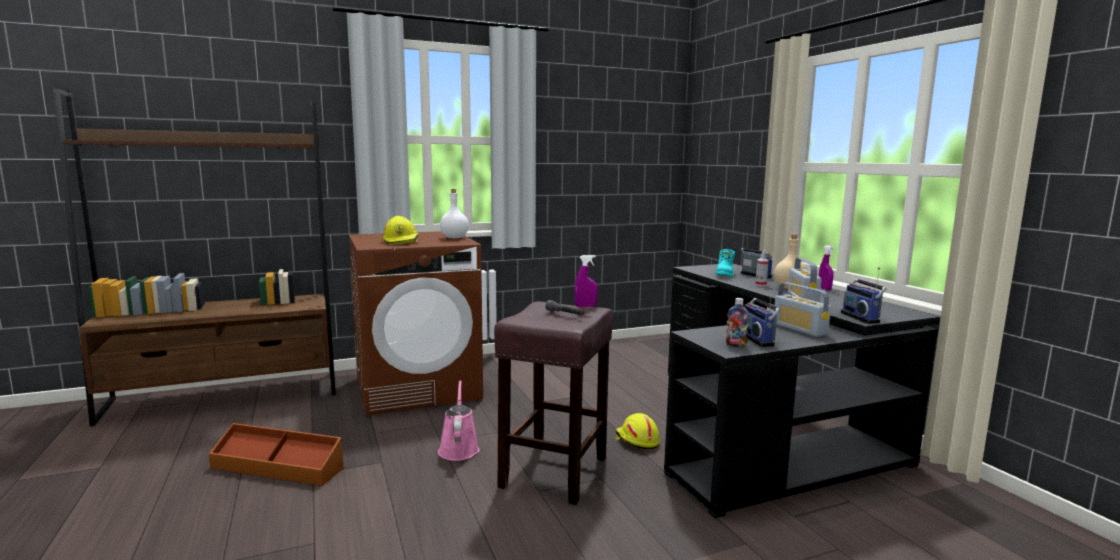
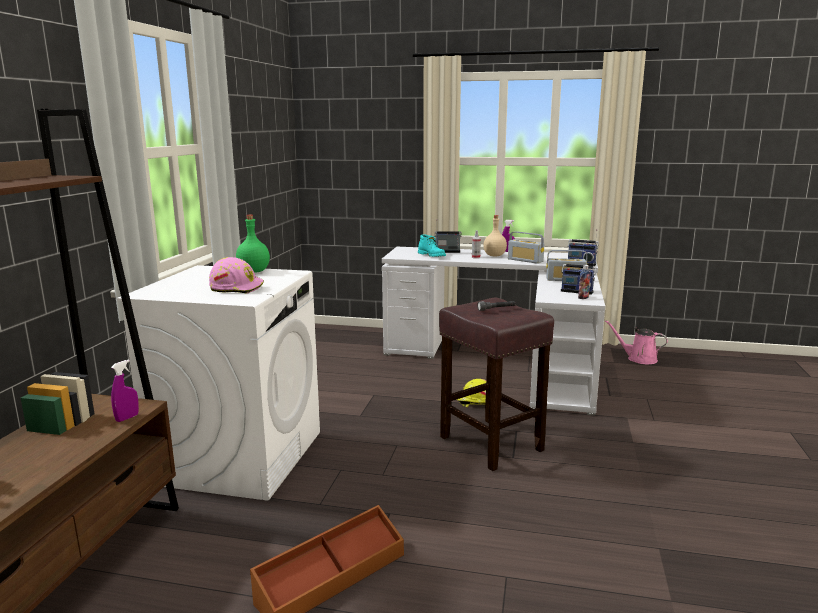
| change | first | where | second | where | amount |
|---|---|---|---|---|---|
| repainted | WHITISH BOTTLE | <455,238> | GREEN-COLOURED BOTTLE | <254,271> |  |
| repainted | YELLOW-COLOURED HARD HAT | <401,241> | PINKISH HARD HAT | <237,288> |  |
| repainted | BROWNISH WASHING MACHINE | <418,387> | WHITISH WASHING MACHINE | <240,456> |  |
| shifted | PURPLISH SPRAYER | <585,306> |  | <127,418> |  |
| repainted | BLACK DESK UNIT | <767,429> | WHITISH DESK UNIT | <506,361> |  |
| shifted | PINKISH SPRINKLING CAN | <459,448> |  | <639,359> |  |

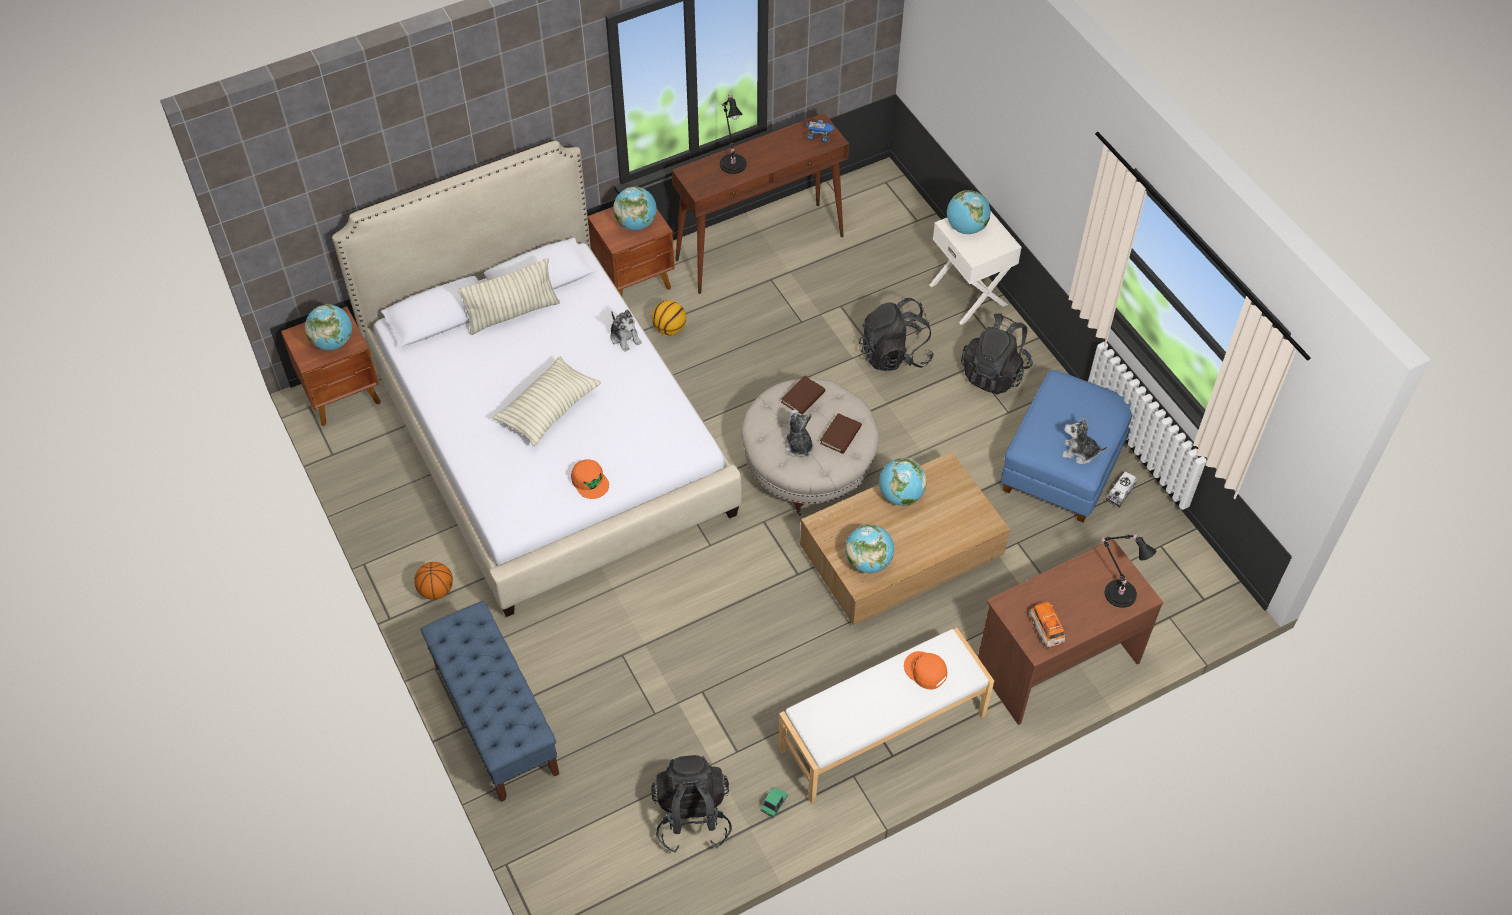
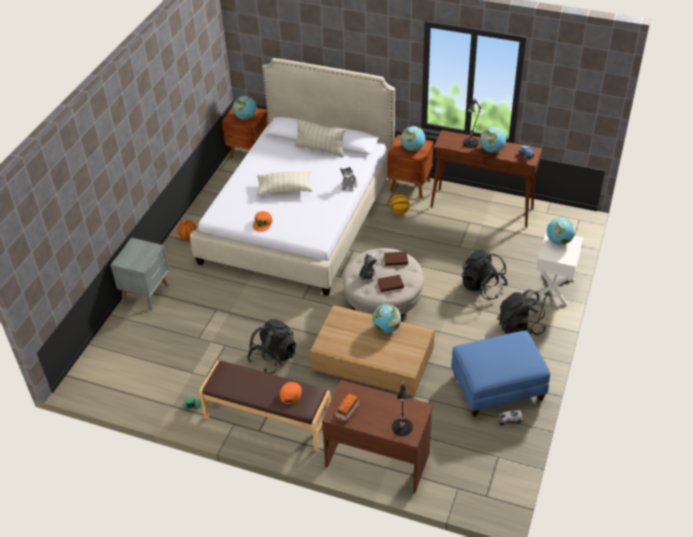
| change | first | where | second | where | amount |
|---|---|---|---|---|---|
| gone | SOFT TOY | <1079,452> |  |  |  |
| shifted | WORLD GLOBE | <868,562> |  | <492,150> |  |
| swapped | BLUISH INDOOR BENCH | <495,718> | GRAY NIGHT TABLE | <146,294> |  |
| repainted | WHITISH INDOOR BENCH | <883,733> | BROWNISH INDOOR BENCH | <267,419> |  |
| shifted | BLACK RUCKSACK | <692,816> |  | <273,358> |  |

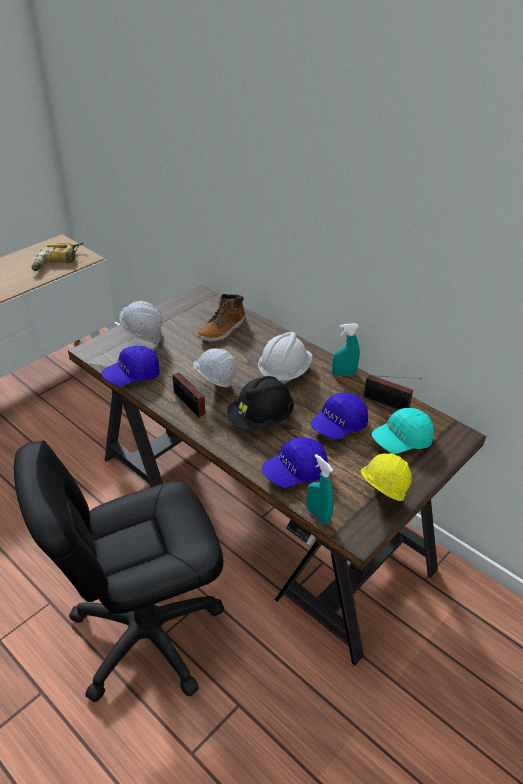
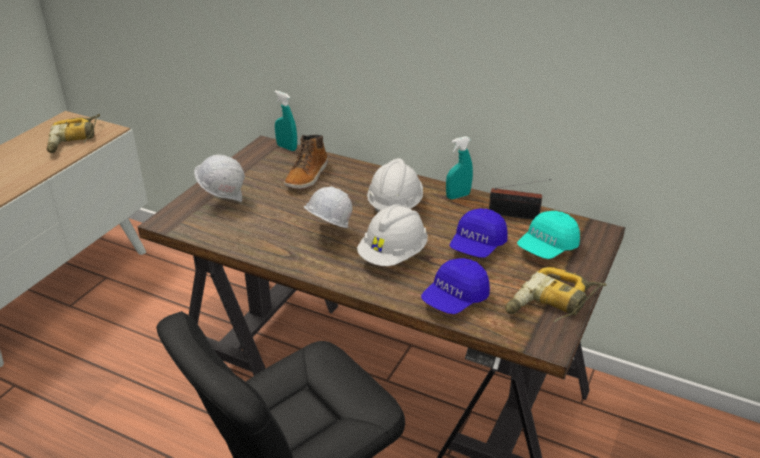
| change | first | where | second | where | amount |
|---|---|---|---|---|---|
| gone | BLUISH PEAKED CAP | <132,376> |  |  |  |
| gone | RADIO SET | <190,405> |  |  |  |
| repainted | BLACK HARD HAT | <261,419> | WHITISH HARD HAT | <393,255> |  |
| swapped | YELLOW-COLOURED HARD HAT | <379,498> | POWER DRILL | <552,305> |  |
| shifted | TURQUOISE-COLOURED SPRAYER | <318,515> |  | <287,147> |  |

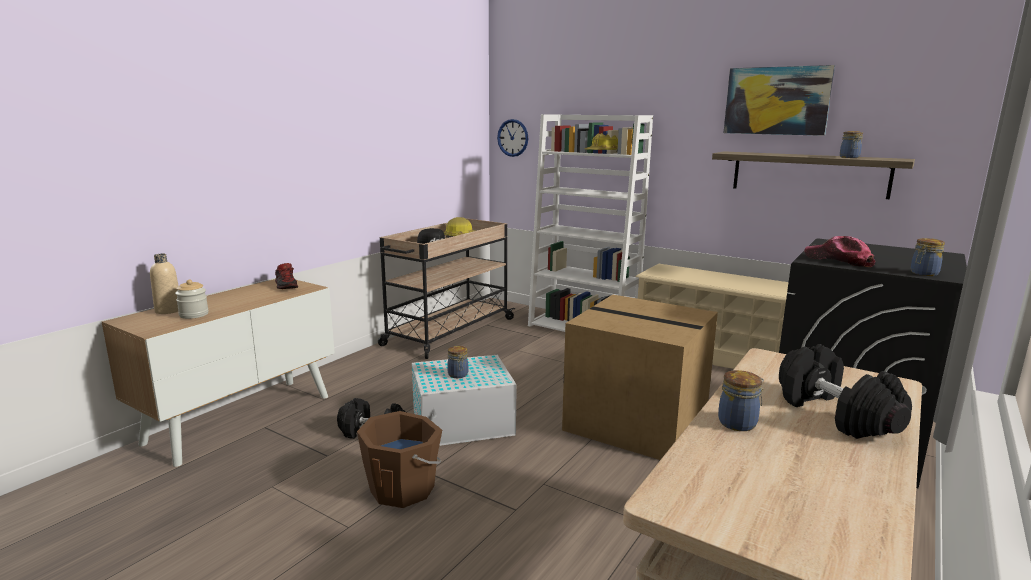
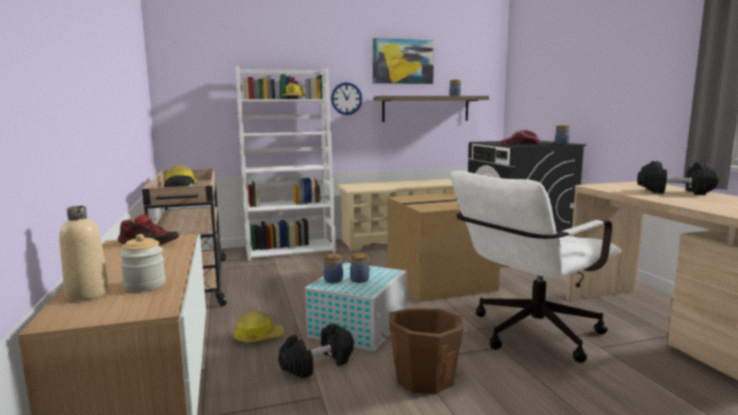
| change | first | where | second | where | amount |
|---|---|---|---|---|---|
| shifted | CLOCK ON THE WALL | <513,138> |  | <346,98> |  |
| shifted | STORAGE JAR | <739,423> |  | <334,280> |  |
| new |  |  | WHITISH DESK CHAIR | <528,335> |  |
| new |  |  | HARD HAT | <258,337> |  |

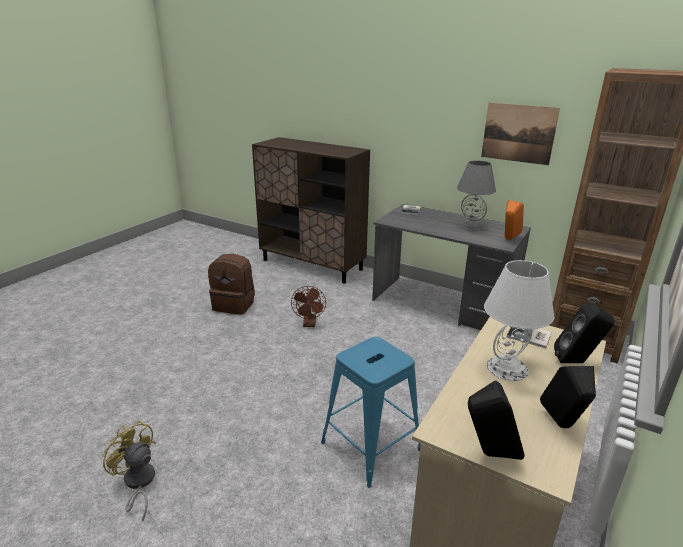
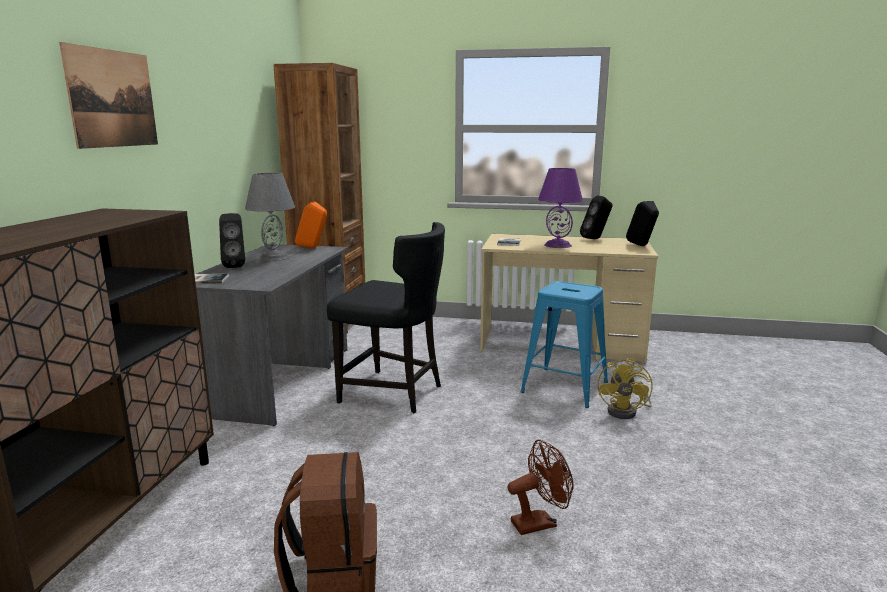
| change | first | where | second | where | amount |
|---|---|---|---|---|---|
| shifted | WALL ART | <518,133> |  | <113,98> |  |
| repainted | WHITISH TABLETOP LAMP | <507,368> | PURPLISH TABLETOP LAMP | <558,245> |  |
| shifted | BROWNISH COOLING FAN | <309,324> |  | <539,522> |  |
| shifted | BLACK AUDIO SPEAKER | <577,362> |  | <235,266> |  |
| shifted | YELLOW-COLOURED COOLING FAN | <138,484> |  | <627,412> |  |
| new |  |  | BLACK PLAIN CHAIR | <393,393> |  |

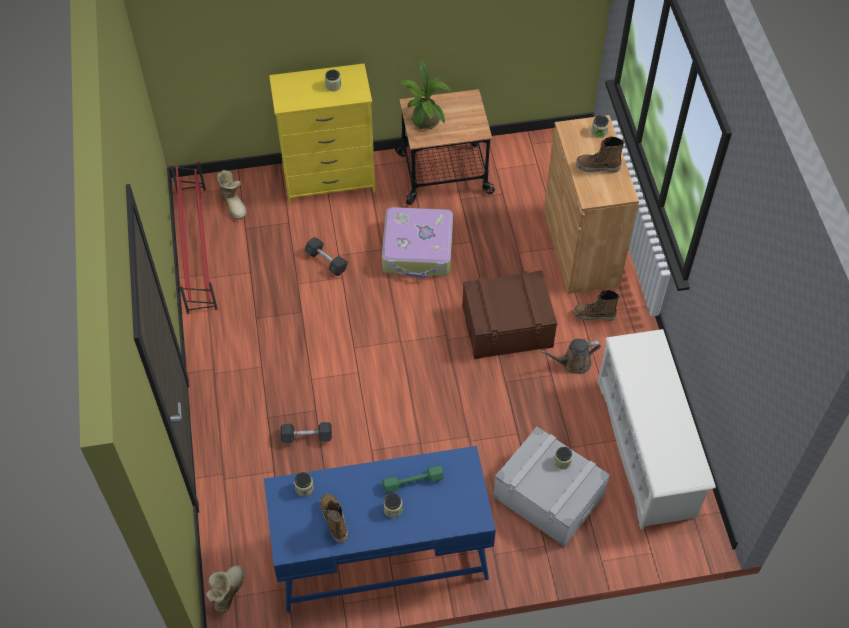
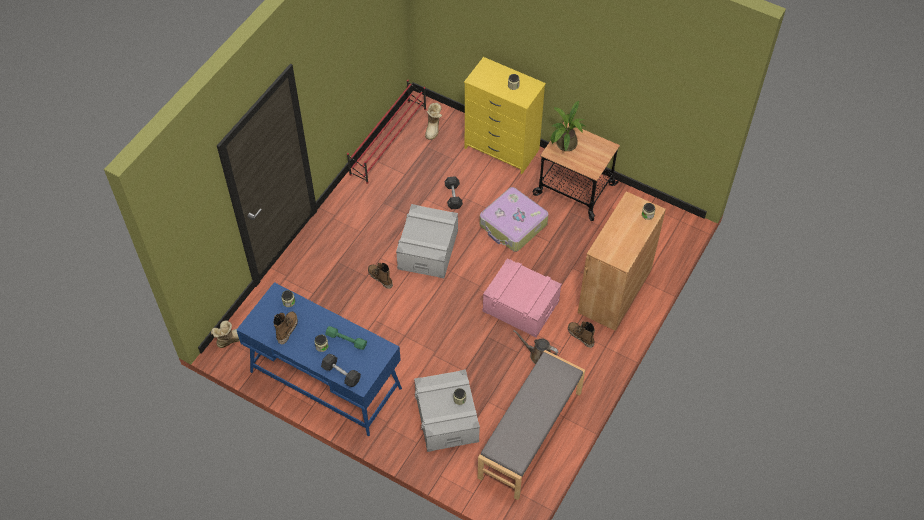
| change | first | where | second | where | amount |
|---|---|---|---|---|---|
| shifted | TALL BOOT | <597,167> |  | <380,278> |  |
| repainted | BROWNISH STORAGE BIN | <507,326> | PINKISH STORAGE BIN | <521,306> |  |
| swapped | WHITISH SHOE STAND | <646,449> | GRAY INDOOR BENCH | <531,435> |  |
| shifted | GRAY DUMBBELL | <307,437> |  | <341,374> |  |
| new |  |  | GRAY STORAGE BIN | <428,250> |  |

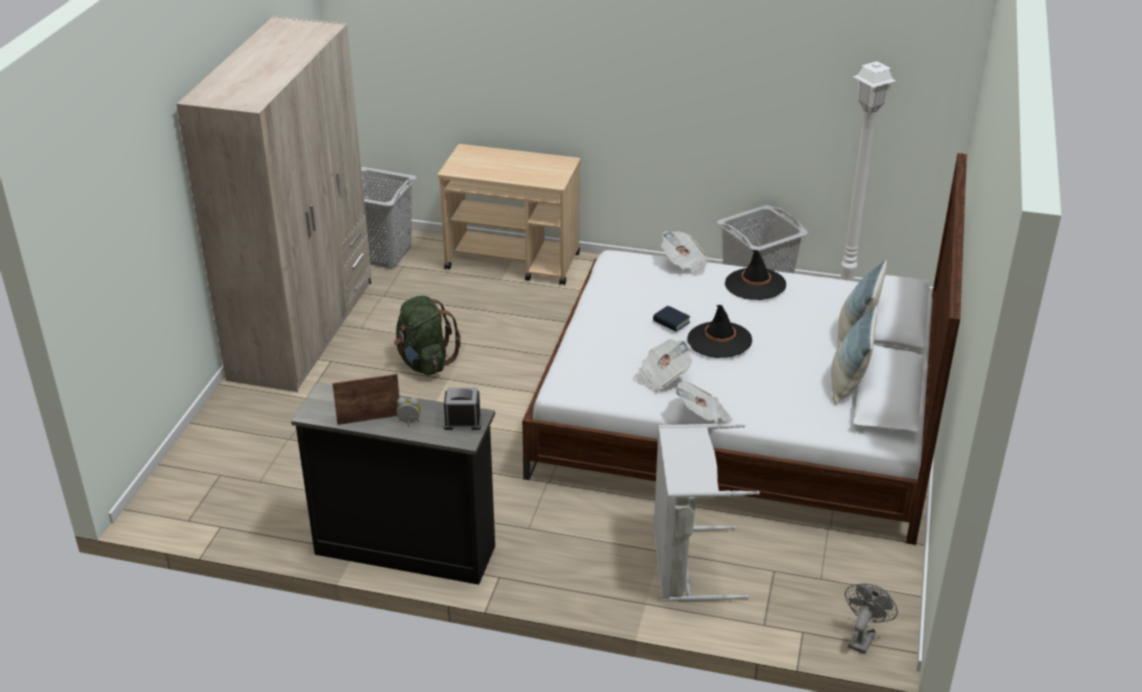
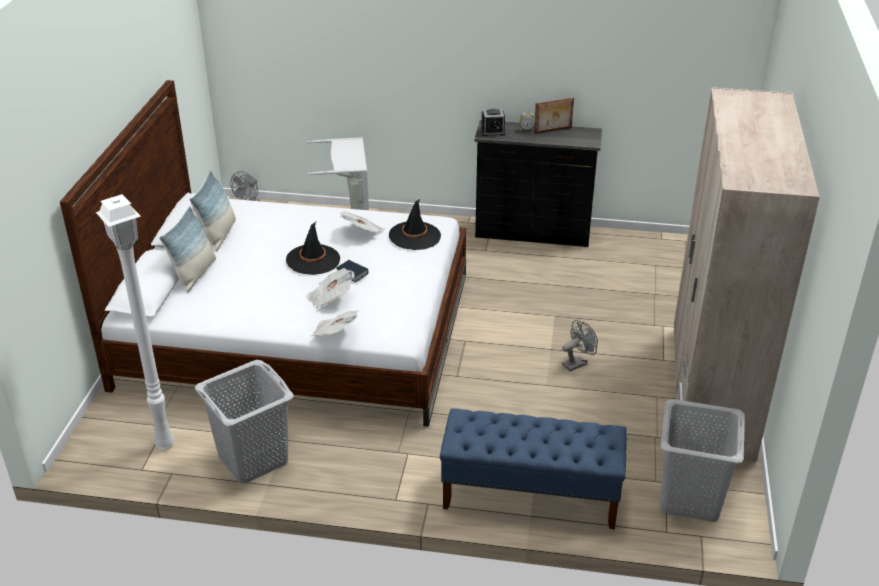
| change | first | where | second | where | amount |
|---|---|---|---|---|---|
| swapped | BEIGE TROLLEY | <513,262> | BLUISH INDOOR BENCH | <530,496> |  |
| shifted | BLACK CLOTHING HAT | <755,284> |  | <415,236> |  |
| swapped | GREEN-COLOURED RUCKSACK | <425,362> | GRAY COOLING FAN | <577,363> |  |
| shifted | NEWSPAPER | <702,415> |  | <330,298> |  |

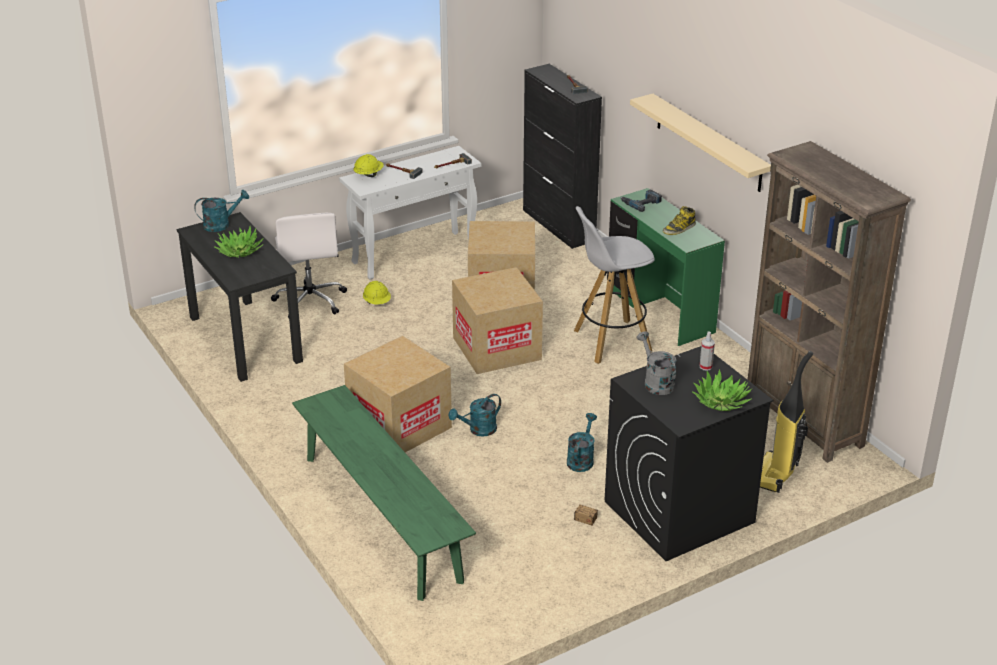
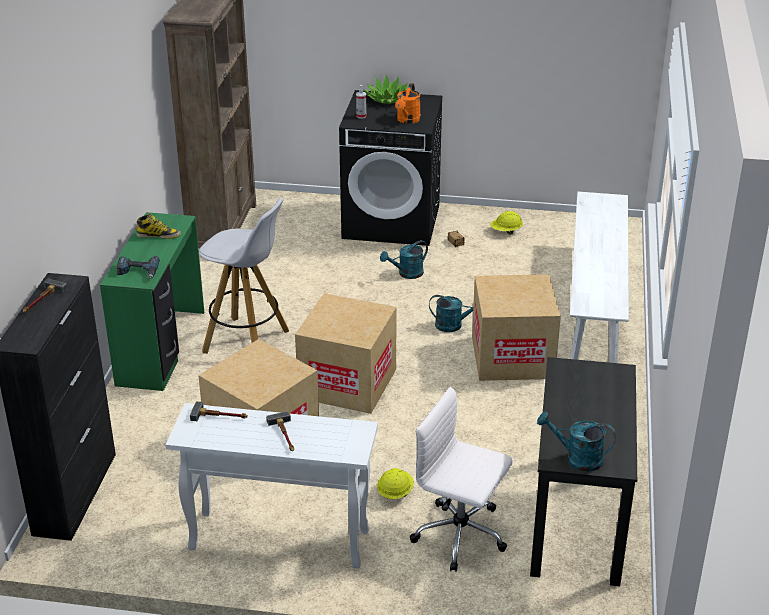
| change | first | where | second | where | amount |
|---|---|---|---|---|---|
| gone | BEIGE BRACKET SHELF | <708,143> |  |  |  |
| shifted | YELLOW-COLOURED HARD HAT | <368,175> |  | <506,232> |  |
| rotated | WHITISH DESK CHAIR | <310,300> |  | <461,535> | 90 degrees counterclockwise |
| gone | POTTED PLANT | <239,251> |  |  |  |
| repainted | GRAY SPRINKLING CAN | <656,382> | ORANGE SPRINKLING CAN | <407,120> |  |
| gone | VACUUM | <774,475> |  |  |  |
| repainted | GREEN-COLOURED INDOOR BENCH | <381,517> | WHITISH INDOOR BENCH | <595,301> |  |

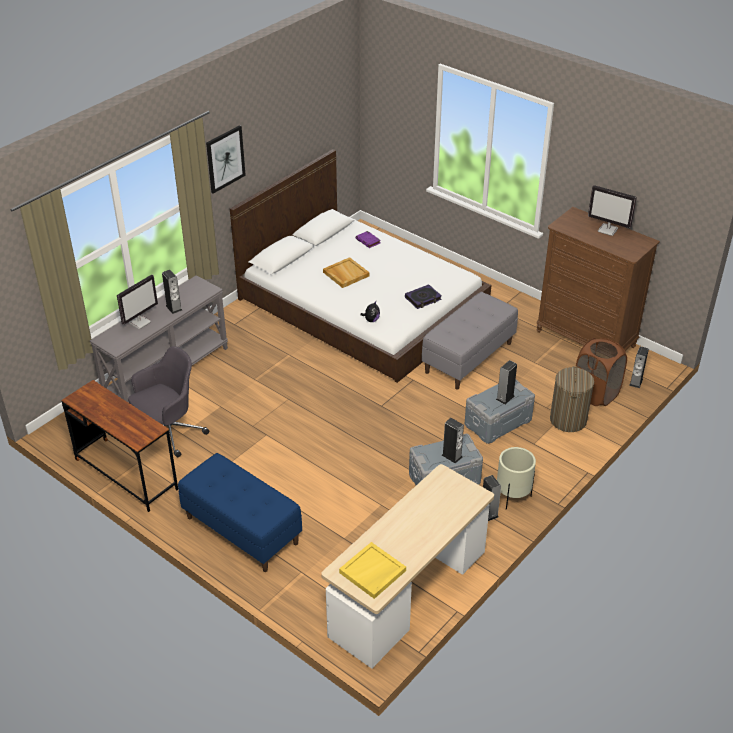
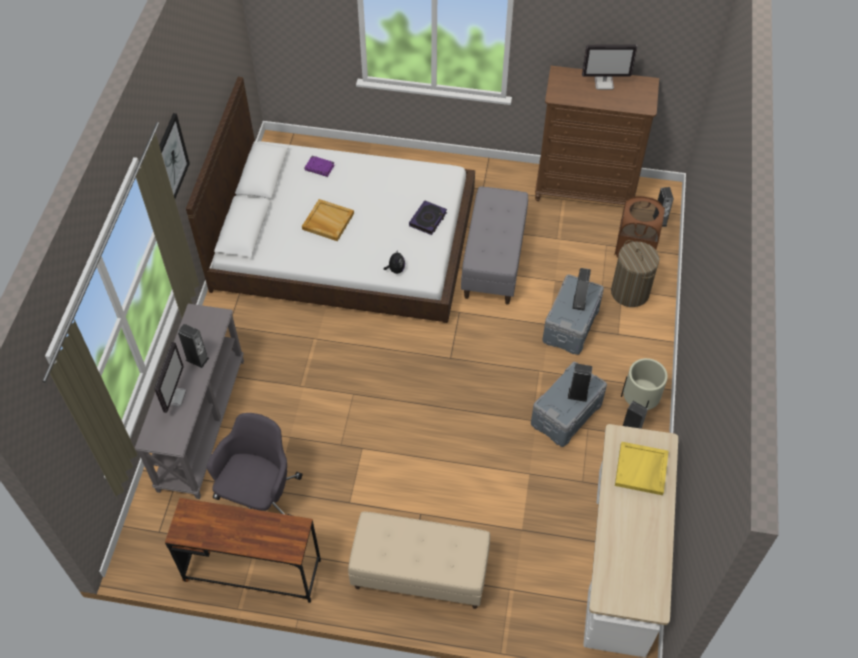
| change | first | where | second | where | amount |
|---|---|---|---|---|---|
| repainted | BLUISH INDOOR BENCH | <241,530> | BEIGE INDOOR BENCH | <419,574> |  |
| shifted | YELLOW-COLOURED TRAY | <372,572> |  | <641,470> |  |

